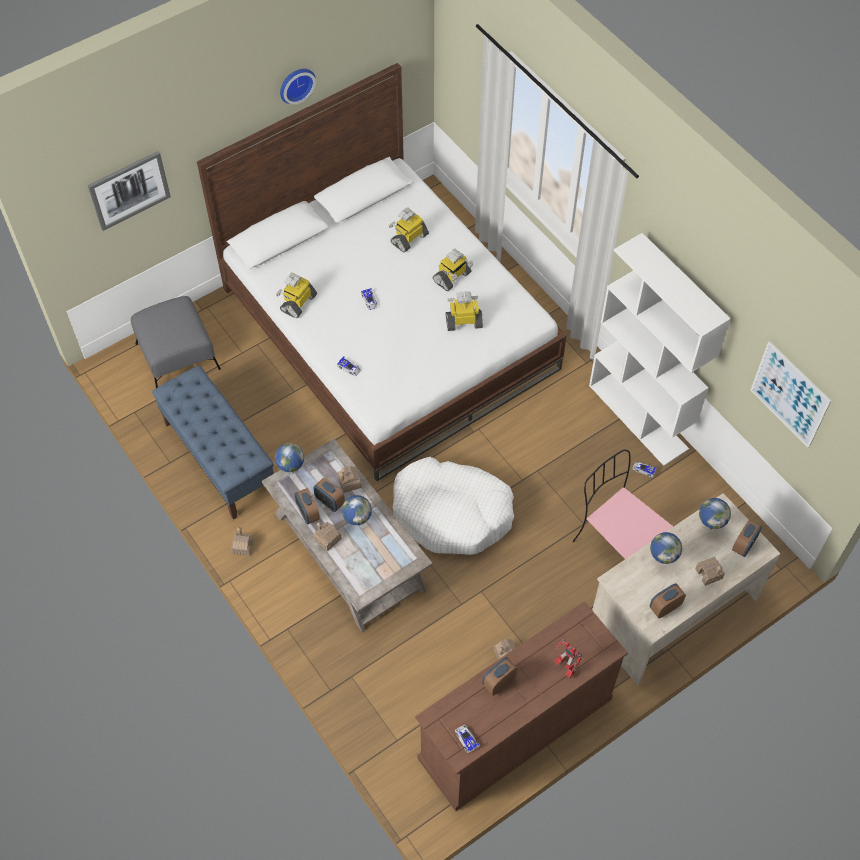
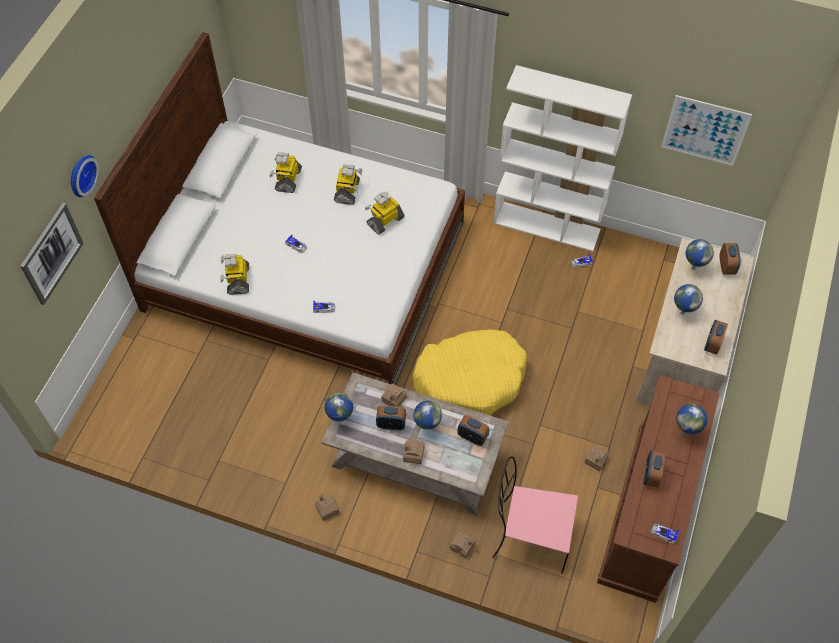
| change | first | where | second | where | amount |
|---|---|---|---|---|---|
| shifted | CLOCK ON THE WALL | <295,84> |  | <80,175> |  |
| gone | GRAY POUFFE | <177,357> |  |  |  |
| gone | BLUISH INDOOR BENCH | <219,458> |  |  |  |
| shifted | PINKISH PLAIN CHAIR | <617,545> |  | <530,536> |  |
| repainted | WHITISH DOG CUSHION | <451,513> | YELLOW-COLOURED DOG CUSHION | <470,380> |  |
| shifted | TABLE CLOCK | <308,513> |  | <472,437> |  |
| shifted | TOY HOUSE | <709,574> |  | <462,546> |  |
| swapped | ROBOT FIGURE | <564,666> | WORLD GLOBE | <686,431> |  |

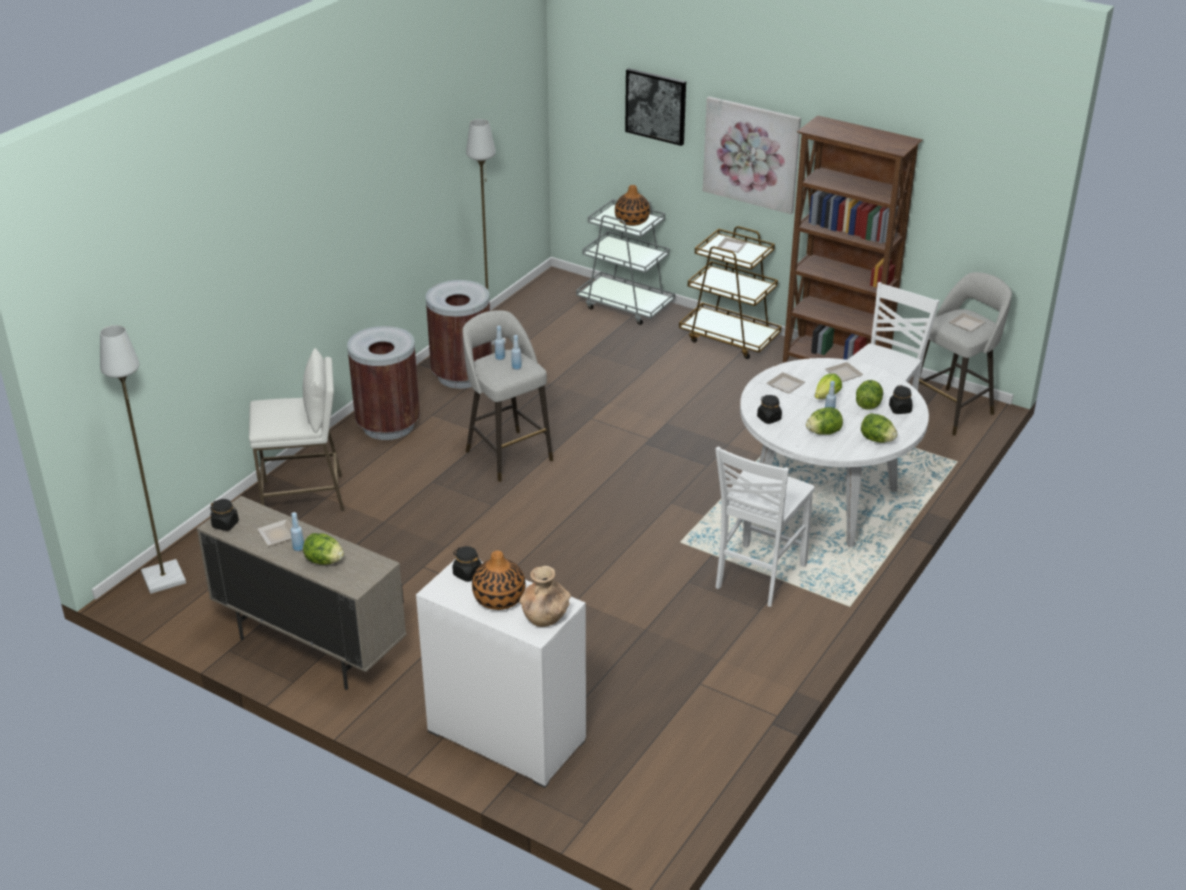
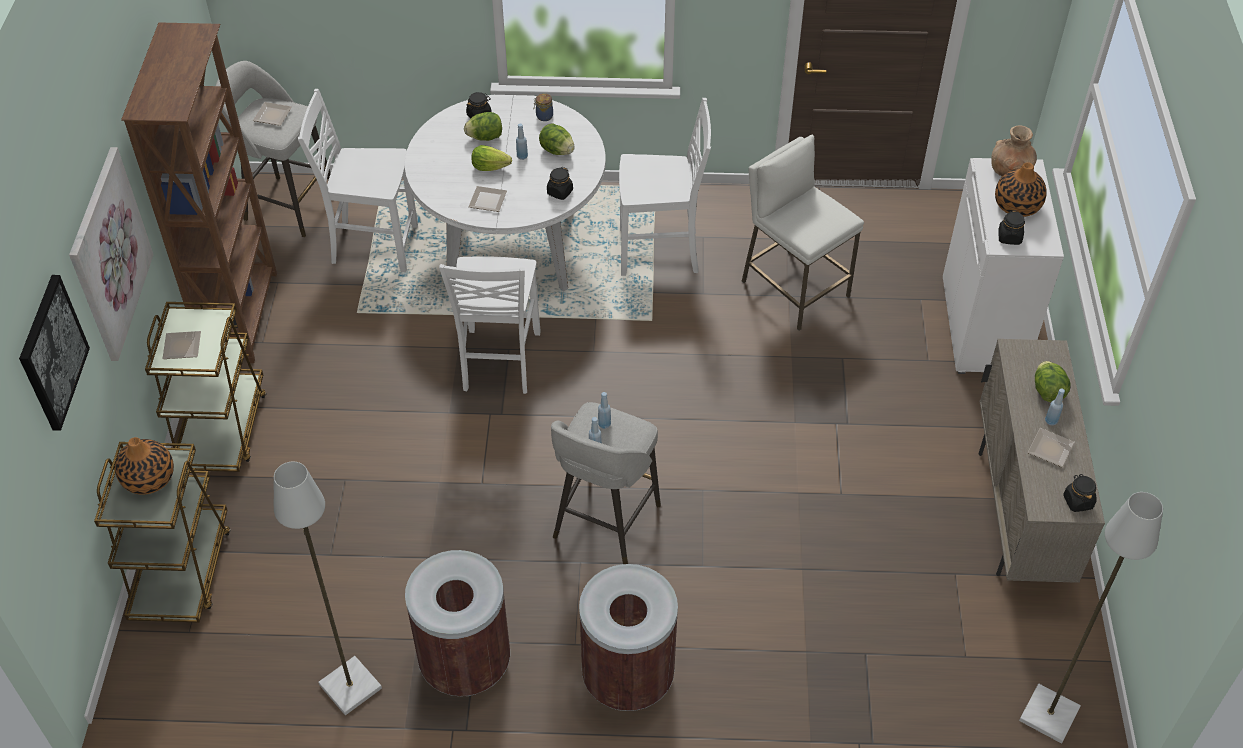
| change | first | where | second | where | amount |
|---|---|---|---|---|---|
| repainted | GRAY TROLLEY | <625,305> | BROWNISH TROLLEY | <182,571> |  |
| shifted | WHITISH SITTING STOOL | <304,496> |  | <794,289> |  |
| gone | DINNER PLATE | <842,373> |  |  |  |
| swapped | LETTUCE HEAD | <877,440> | STORAGE JAR | <543,116> |  |
| new |  |  | WHITISH PLAIN CHAIR | <499,362> |  |

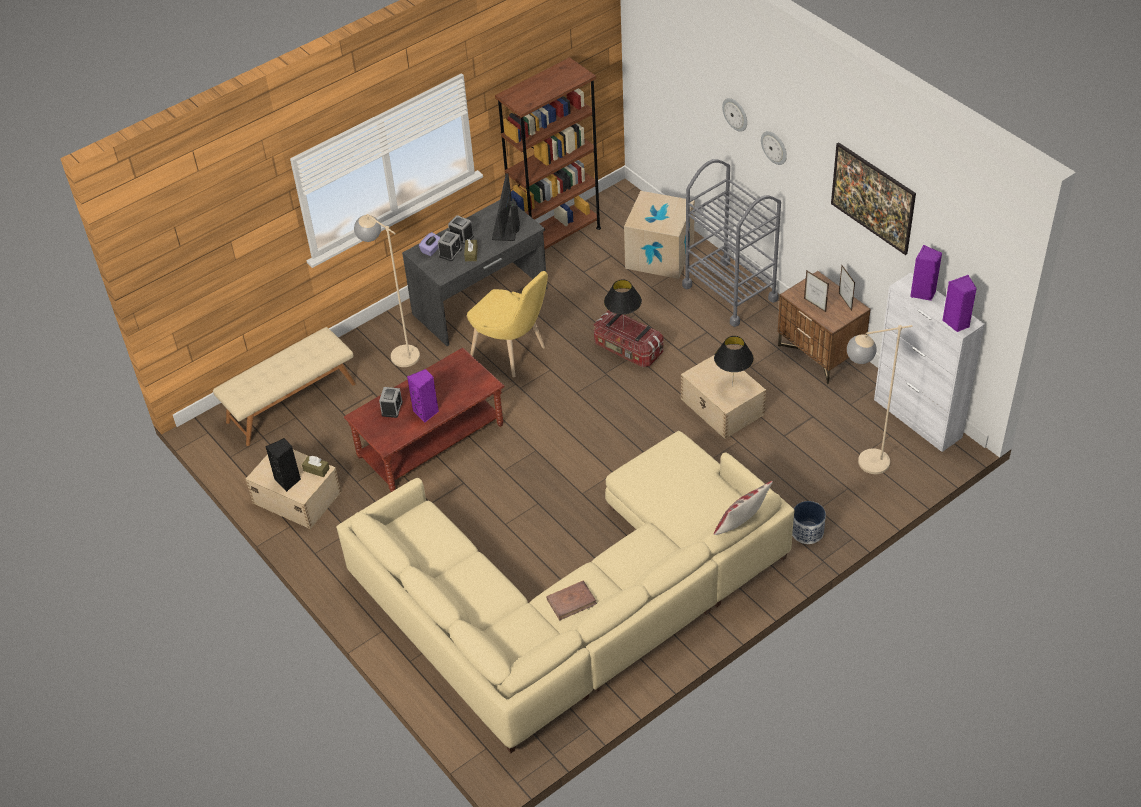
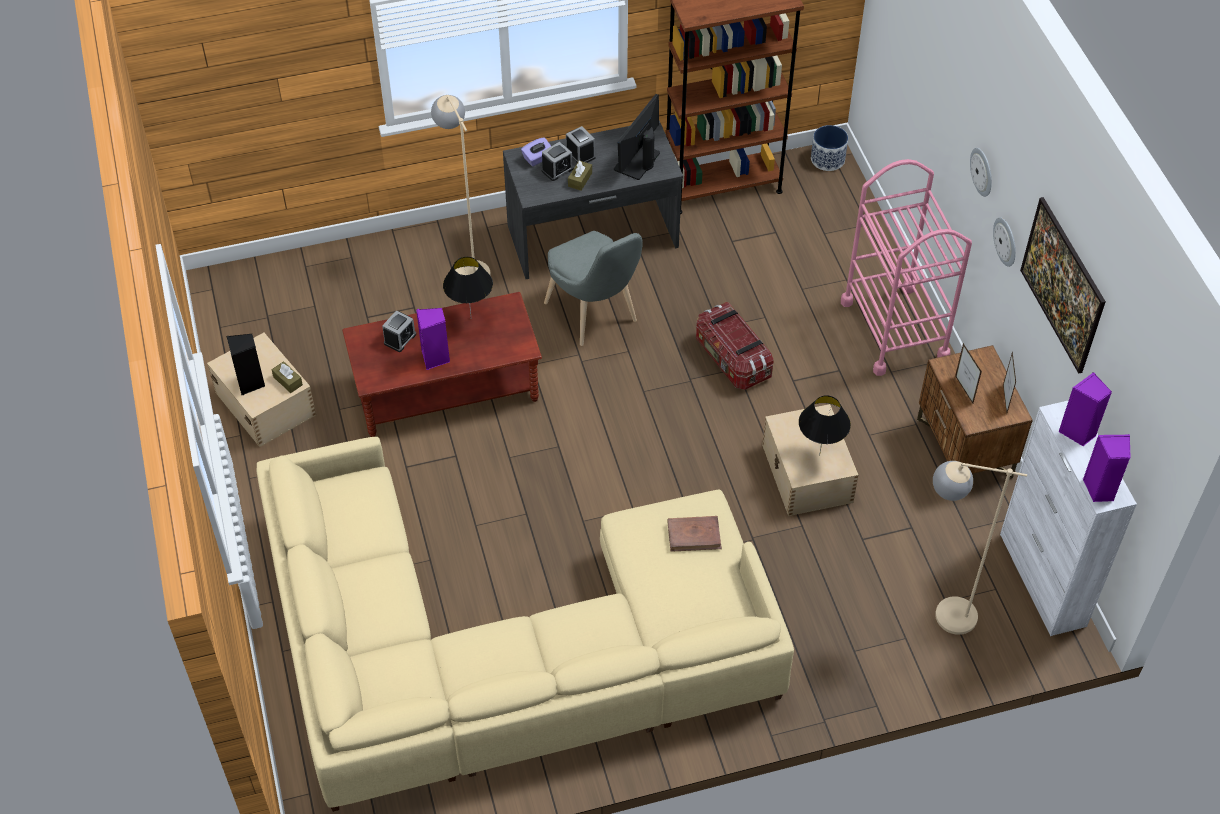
| change | first | where | second | where | amount |
|---|---|---|---|---|---|
| shifted | CLOCK ON THE WALL | <735,114> |  | <1006,241> |  |
| repainted | GRAY TROLLEY | <730,292> | PINKISH TROLLEY | <894,329> |  |
| gone | PACKING BOX | <659,255> |  |  |  |
| repainted | YELLOW-COLOURED PLAIN CHAIR | <512,354> | GRAY PLAIN CHAIR | <595,316> |  |
| shifted | BLACK TABLETOP LAMP | <623,329> |  | <470,318> |  |
| gone | BEIGE INDOOR BENCH | <291,402> |  |  |  |
| gone | PILLOW | <741,524> |  |  |  |
| shifted | FLOWER POT | <807,532> |  | <827,159> |  |
| shifted | BROWNISH BOUND BOOK | <571,601> |  | <694,535> |  |

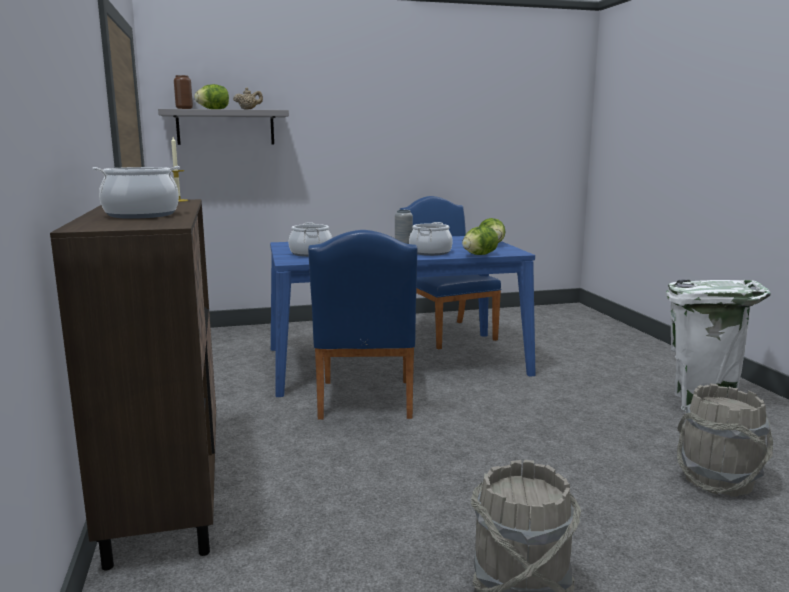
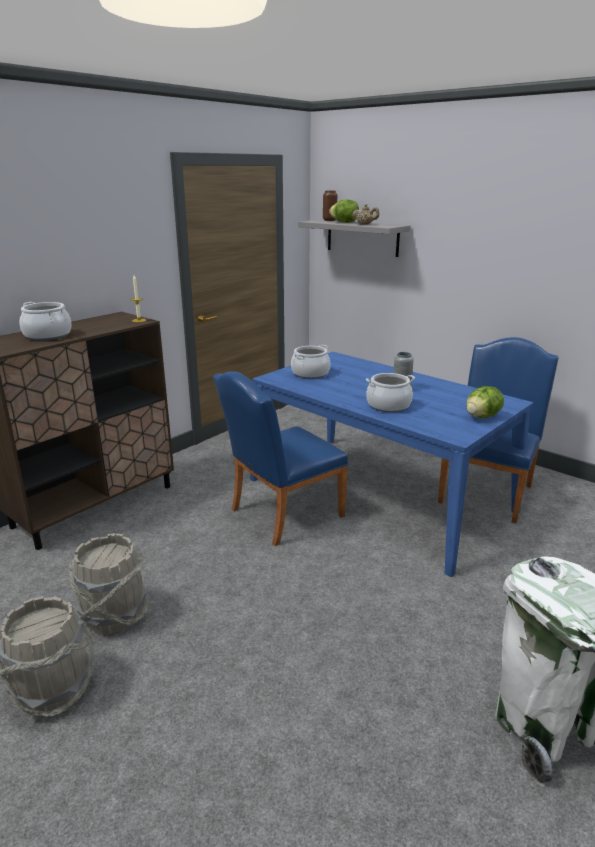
| change | first | where | second | where | amount |
|---|---|---|---|---|---|
| gone | LETTUCE HEAD | <479,255> |  |  |  |
| shifted | GRAY PAIL | <718,480> |  | <114,615> |  |

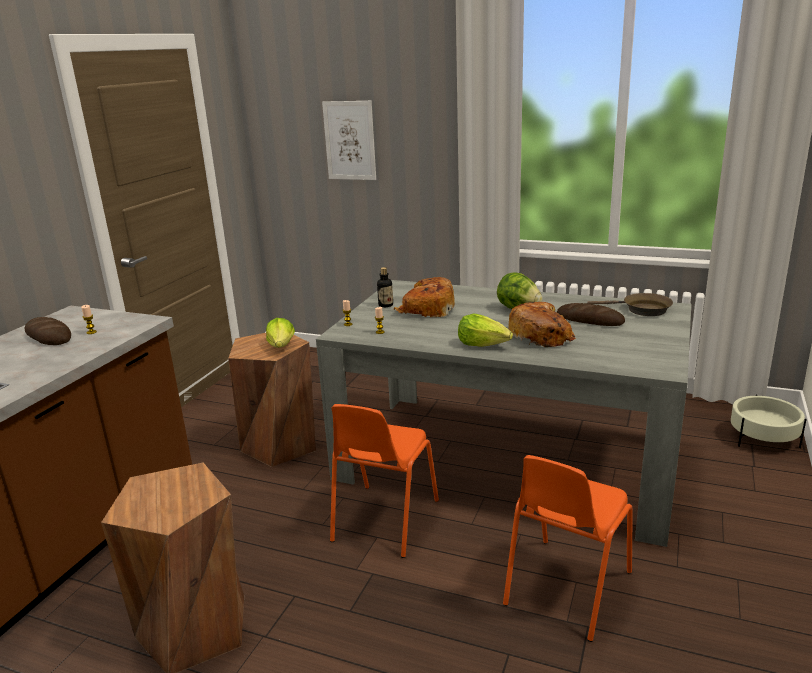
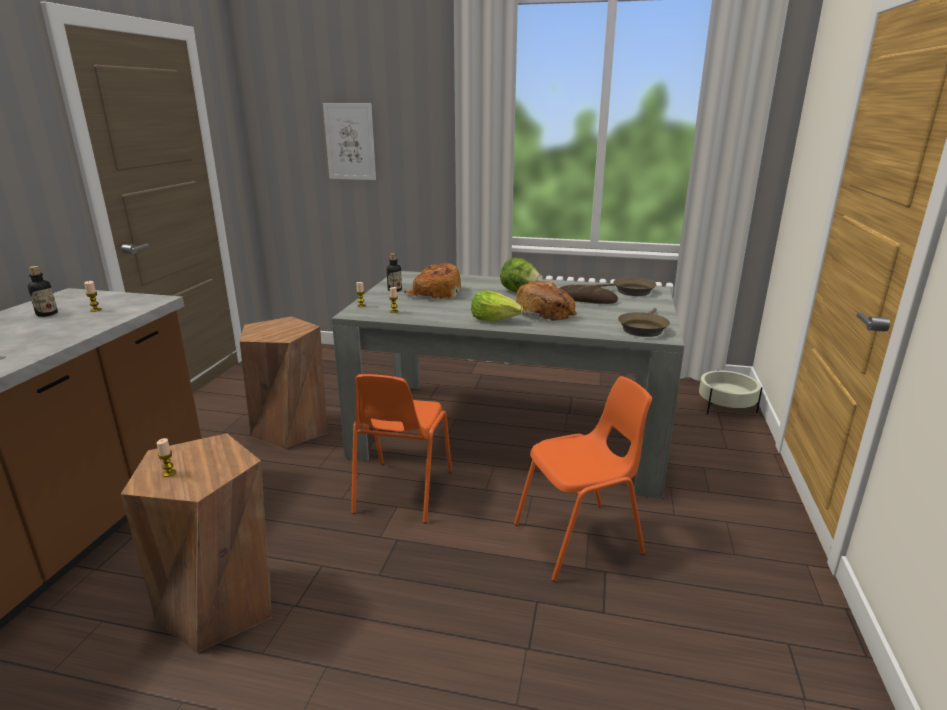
| change | first | where | second | where | amount |
|---|---|---|---|---|---|
| swapped | BREAD | <48,336> | BOTTLE | <47,314> |  |
| gone | LETTUCE HEAD | <281,346> |  |  |  |
| rotated | ORANGE PLAIN CHAIR | <565,588> |  | <579,540> | 135 degrees counterclockwise |
| new |  |  | BROWNISH SKILLET | <643,328> |  |
| new |  |  | WAX LIGHT | <169,473> |  |

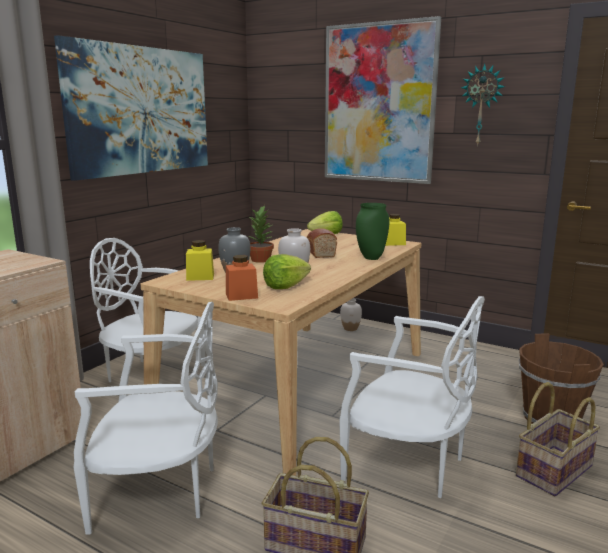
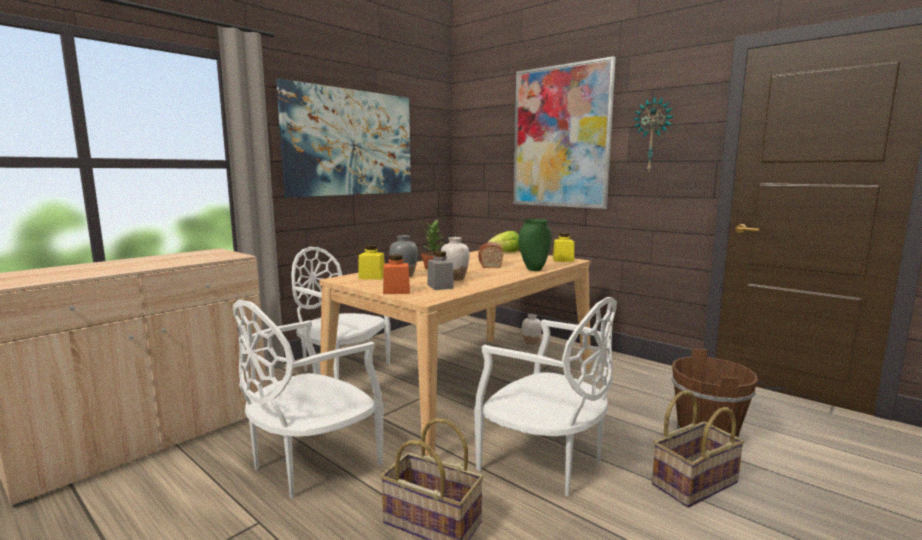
| change | first | where | second | where | amount |
|---|---|---|---|---|---|
| swapped | LETTUCE HEAD | <285,286> | GRAY STORAGE JAR | <440,286> |  |
| rotated | WHITISH PLAIN CHAIR | <160,492> |  | <311,463> | 120 degrees clockwise |

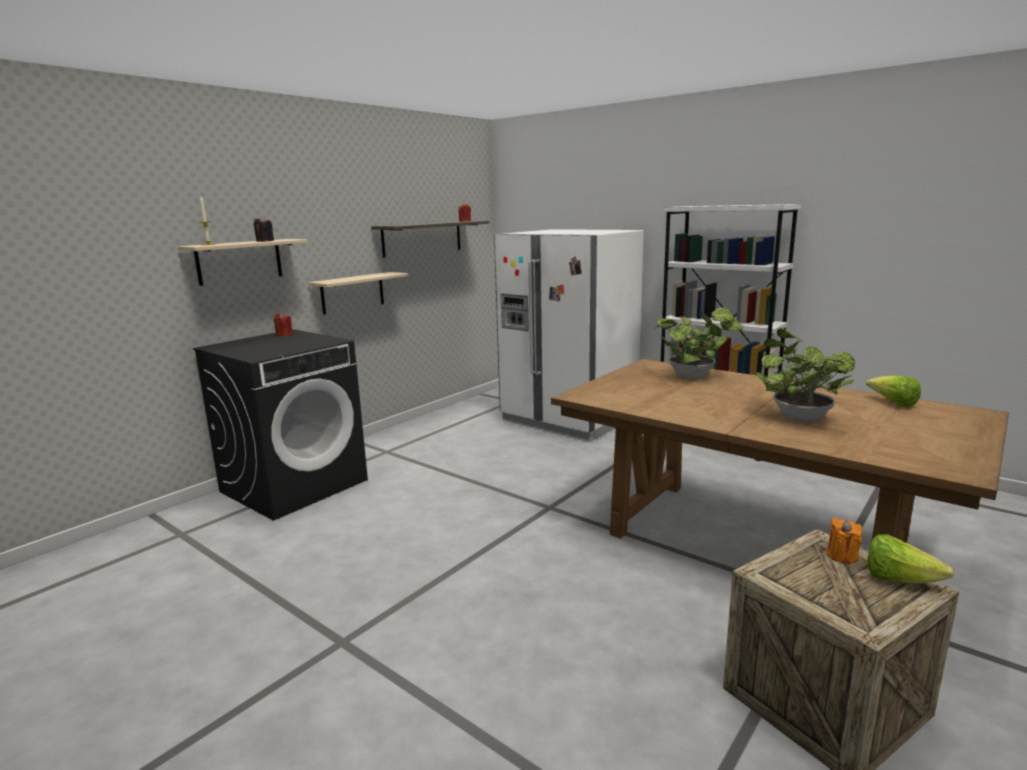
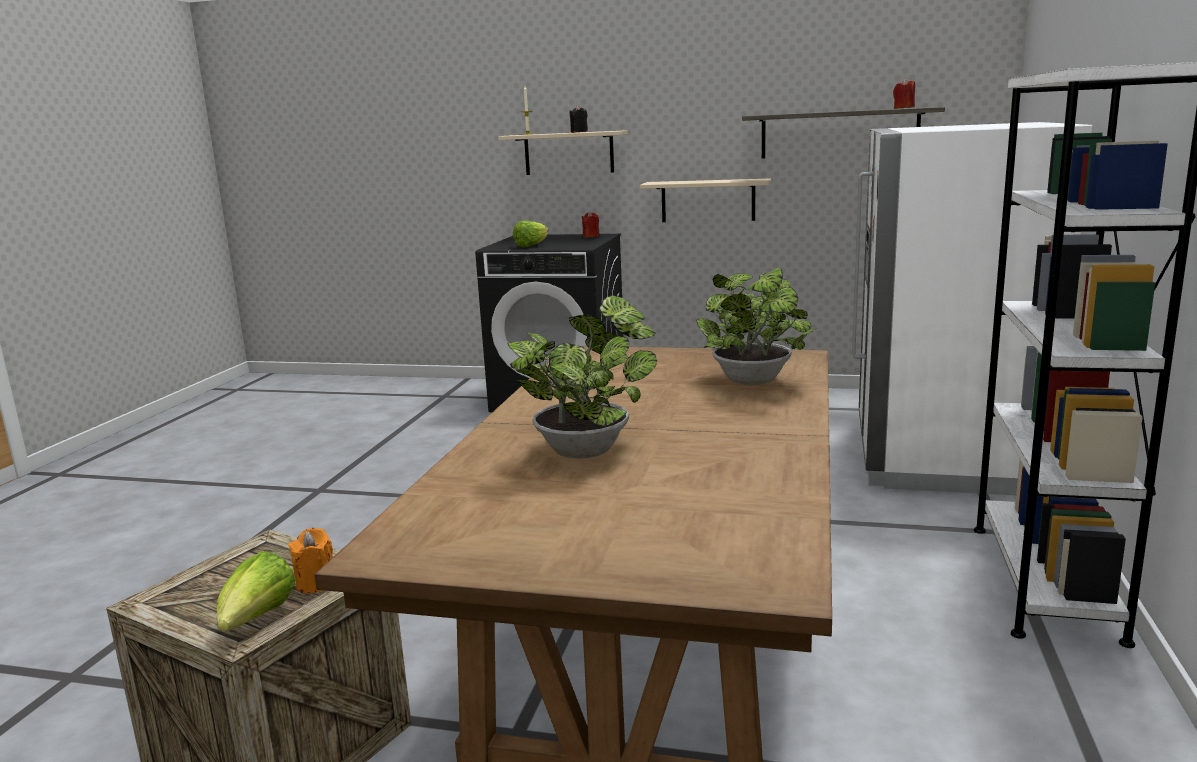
| change | first | where | second | where | amount |
|---|---|---|---|---|---|
| shifted | LETTUCE HEAD | <893,403> |  | <531,246> |  |

